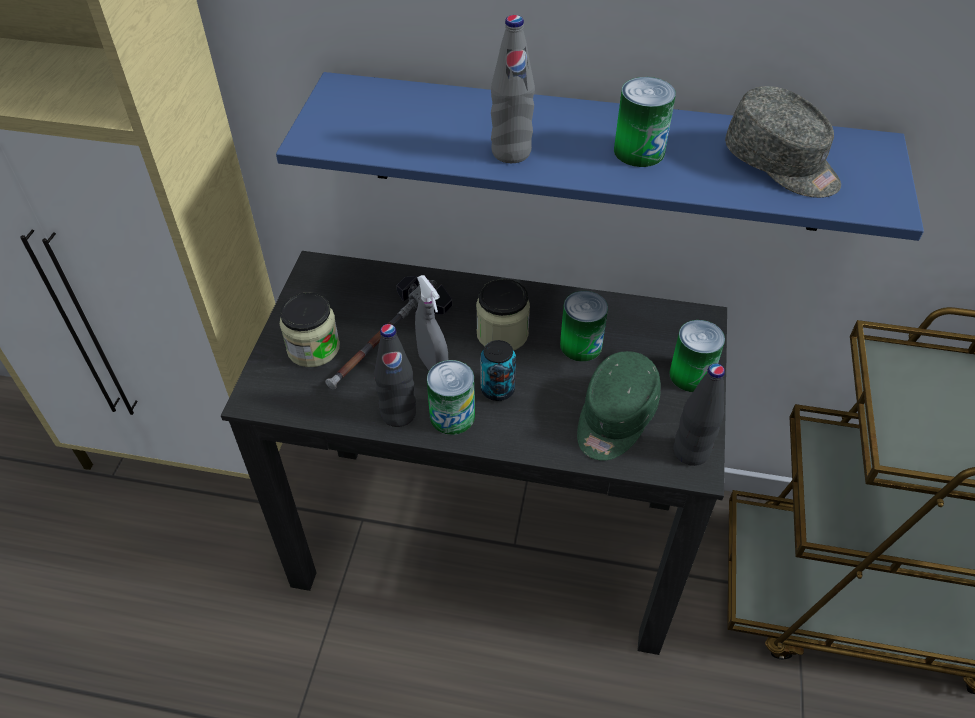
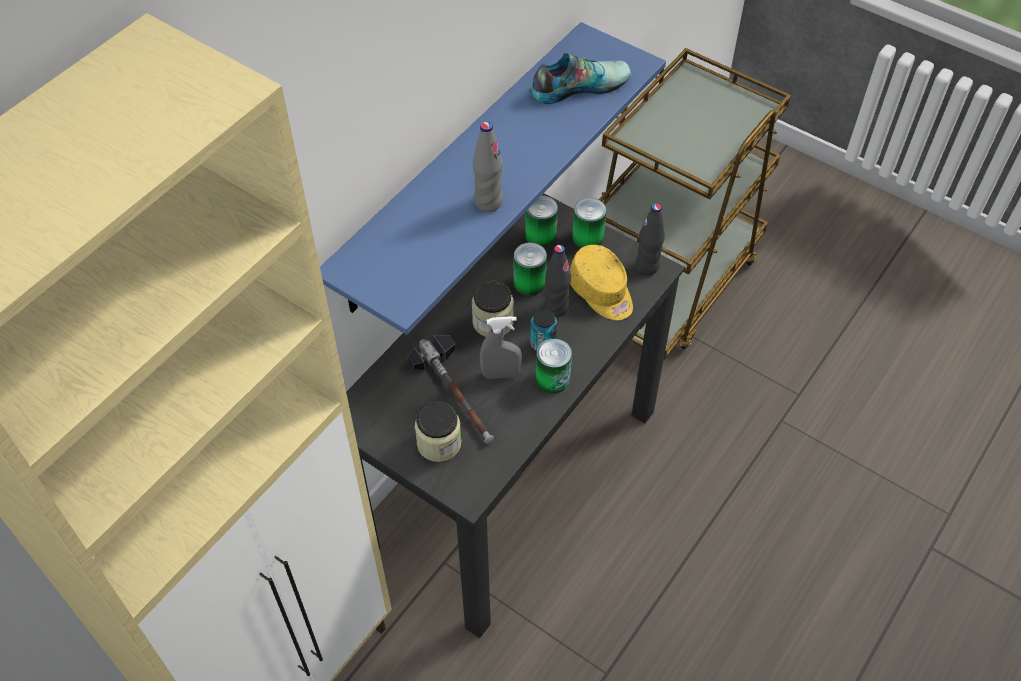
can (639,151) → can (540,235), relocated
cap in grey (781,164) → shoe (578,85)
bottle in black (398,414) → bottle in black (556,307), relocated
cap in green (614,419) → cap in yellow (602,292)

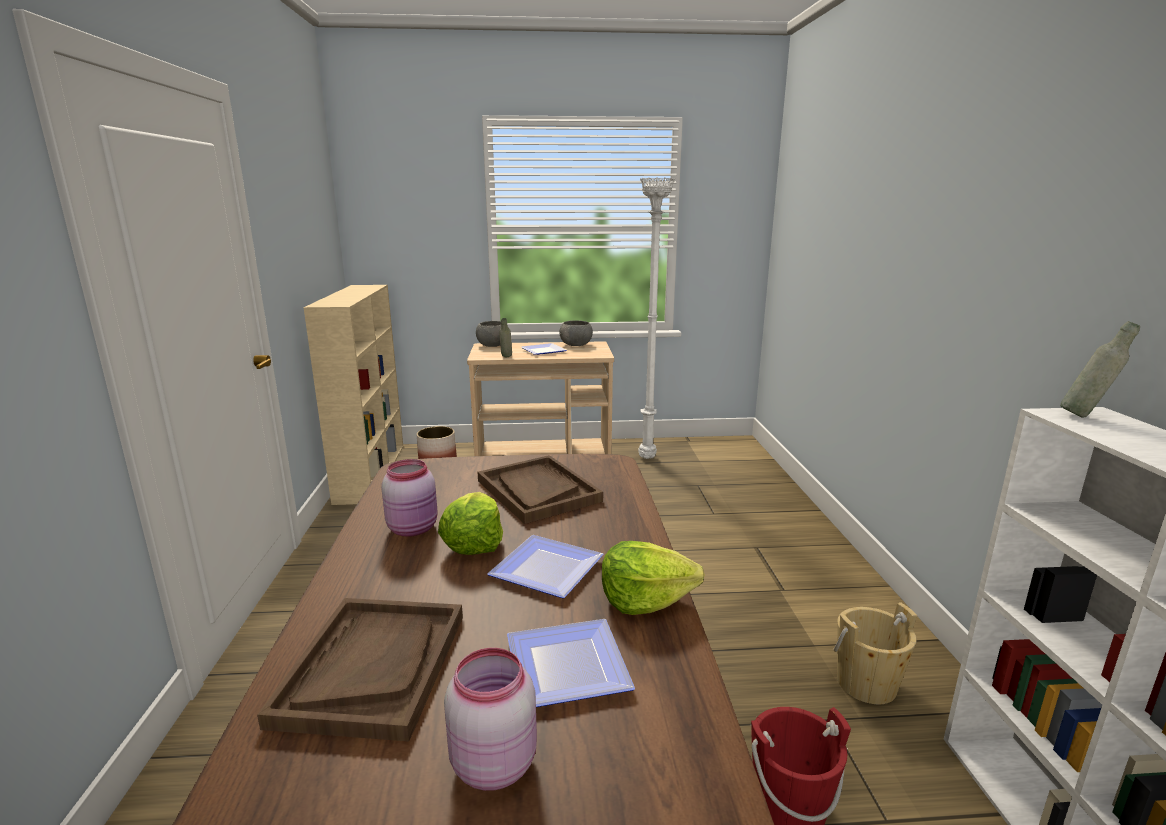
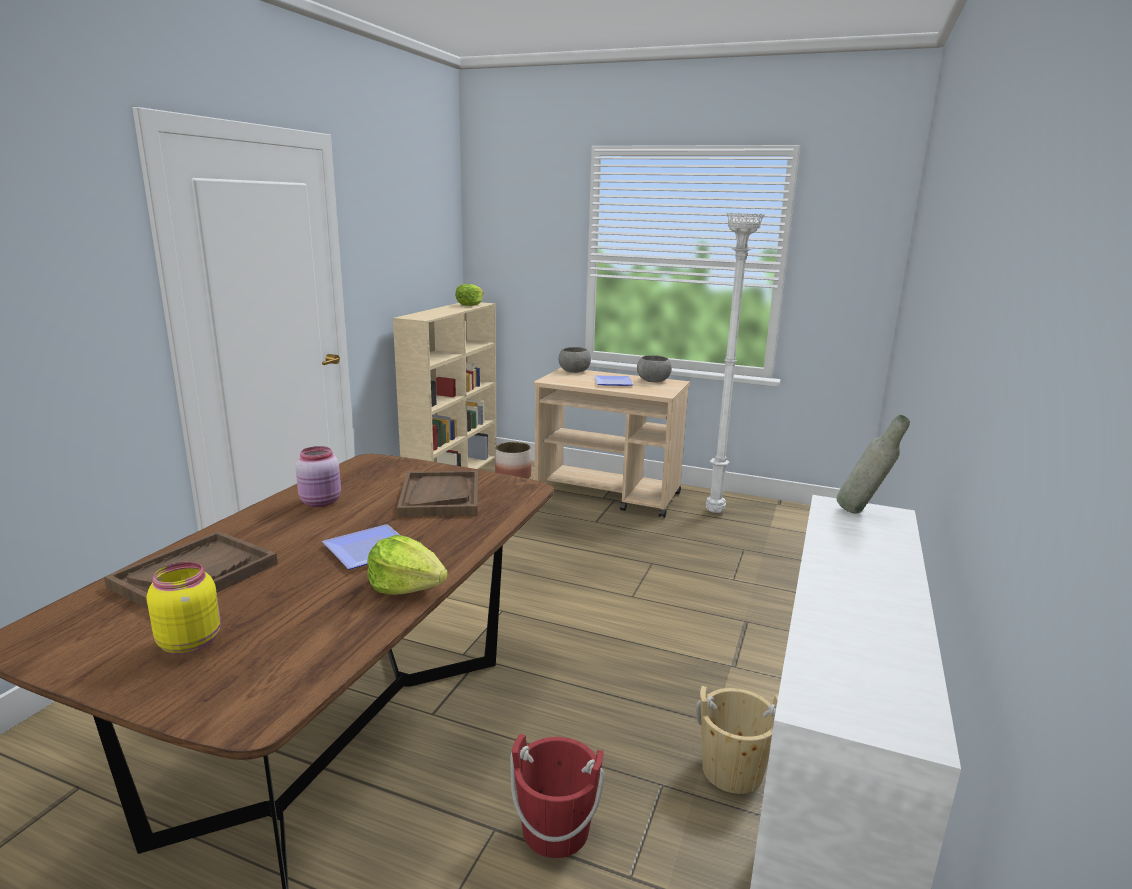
jar in pink (492,762) → jar in yellow (190,642)
lettuce (473,543) → lettuce (470,305), relocated
bottle in grey (506,357) → -
plate (572,668) → -

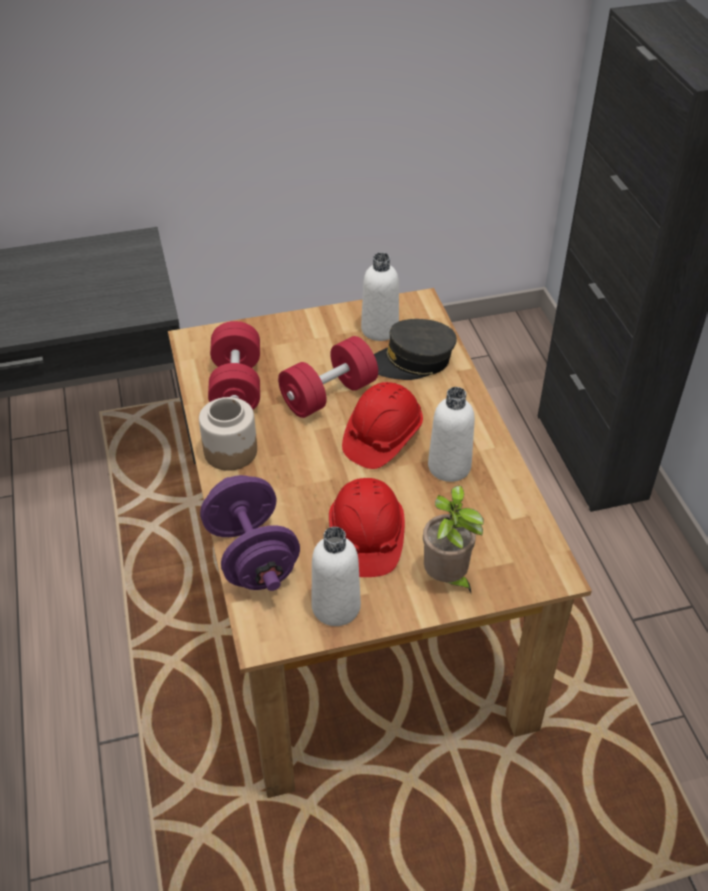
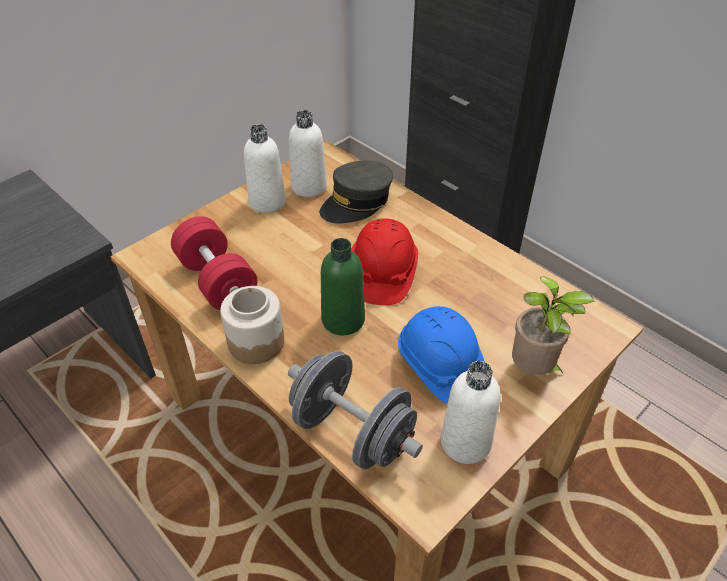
bottle in white (449,466) → bottle in white (267,202), relocated
dumbbell in purple (252,556) → dumbbell in grey (352,432)
- → bottle in green (343,320)
hard hat in red (366,539) → hard hat in blue (440,367)
dumbbell in red (328,395) → -

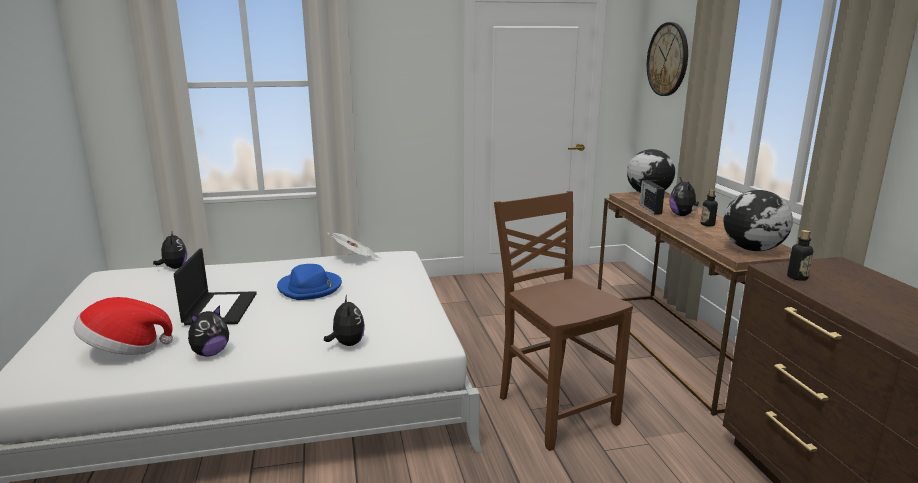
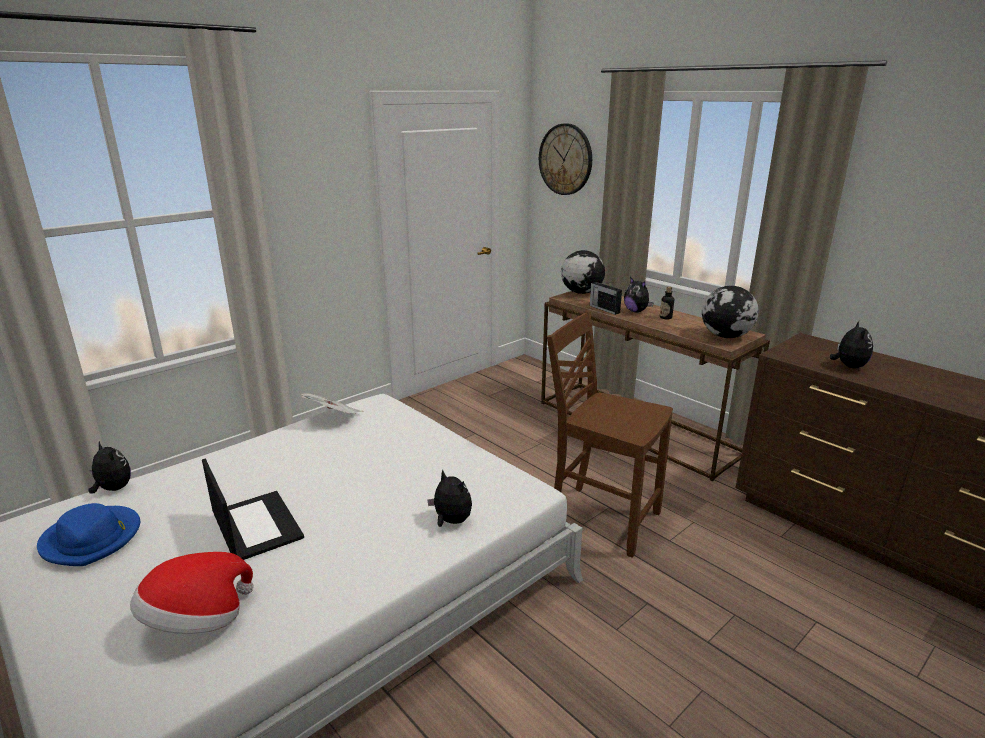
hat in blue (310,288) → hat in blue (92,539), relocated
plush toy (210,353) → plush toy (848,366), relocated
bottle (797,277) → -

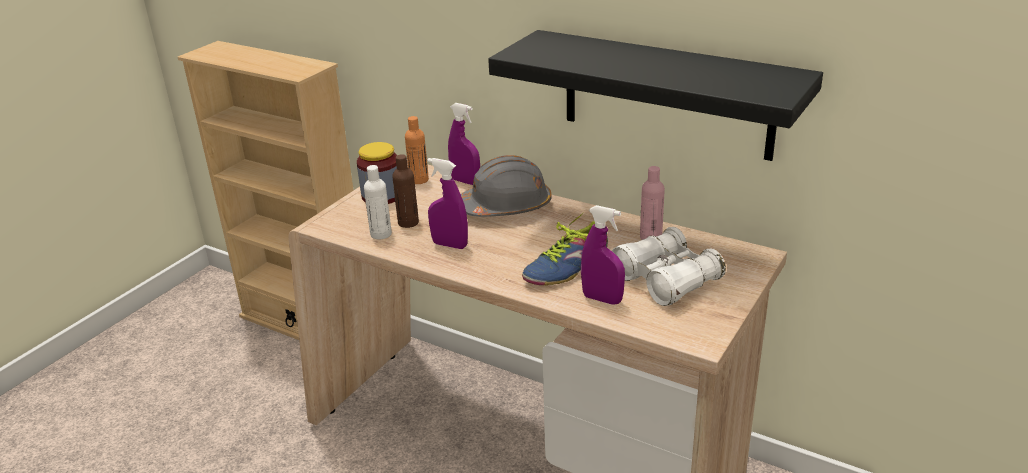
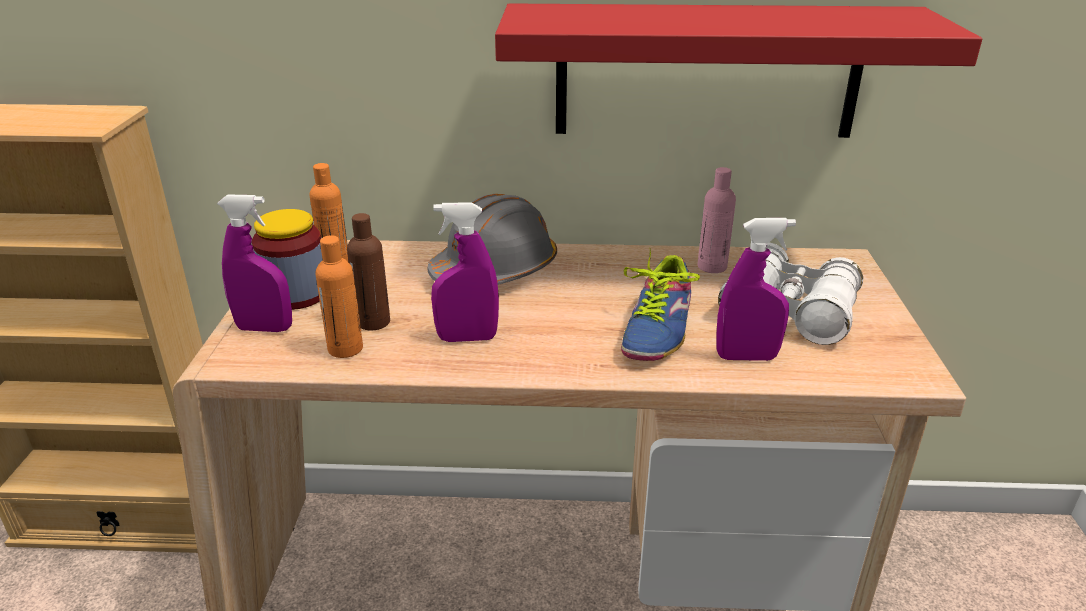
spray bottle in purple (465,181) → spray bottle in purple (265,328), relocated
bottle in white (381,234) → bottle in orange (345,349)
shelf in black (667,94) → shelf in red (707,72)

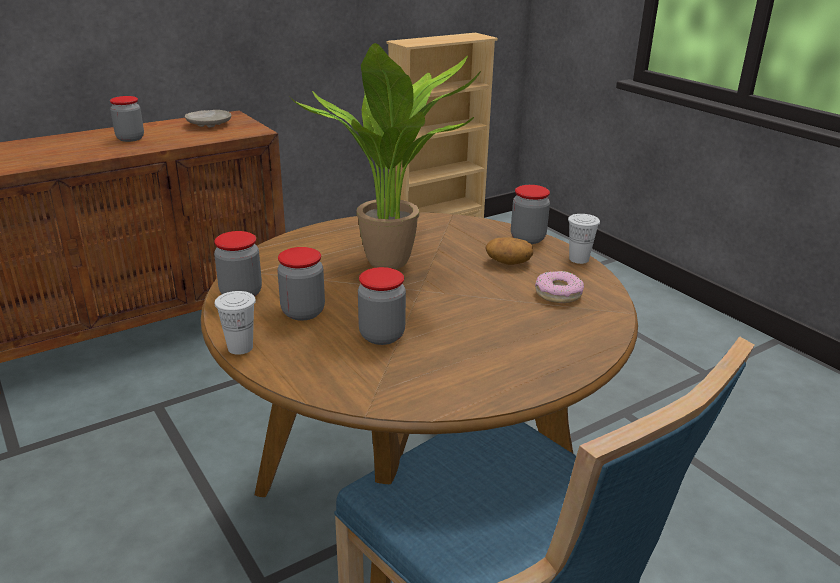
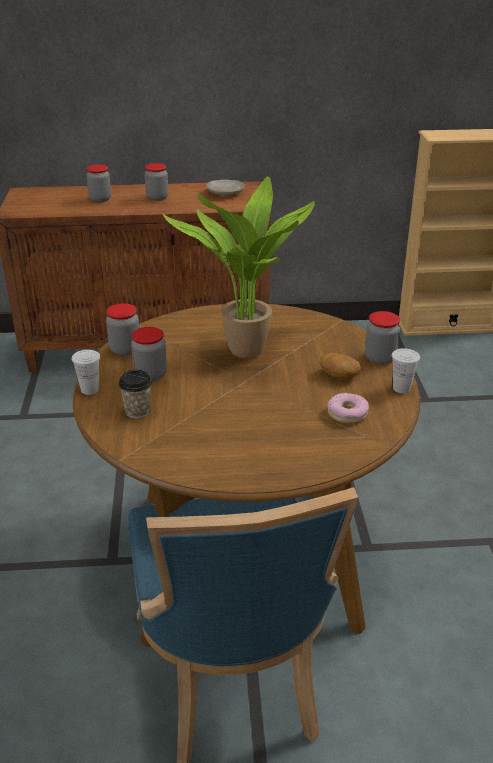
jar (382,335) → jar (100,199), relocated
- → cup (137,411)

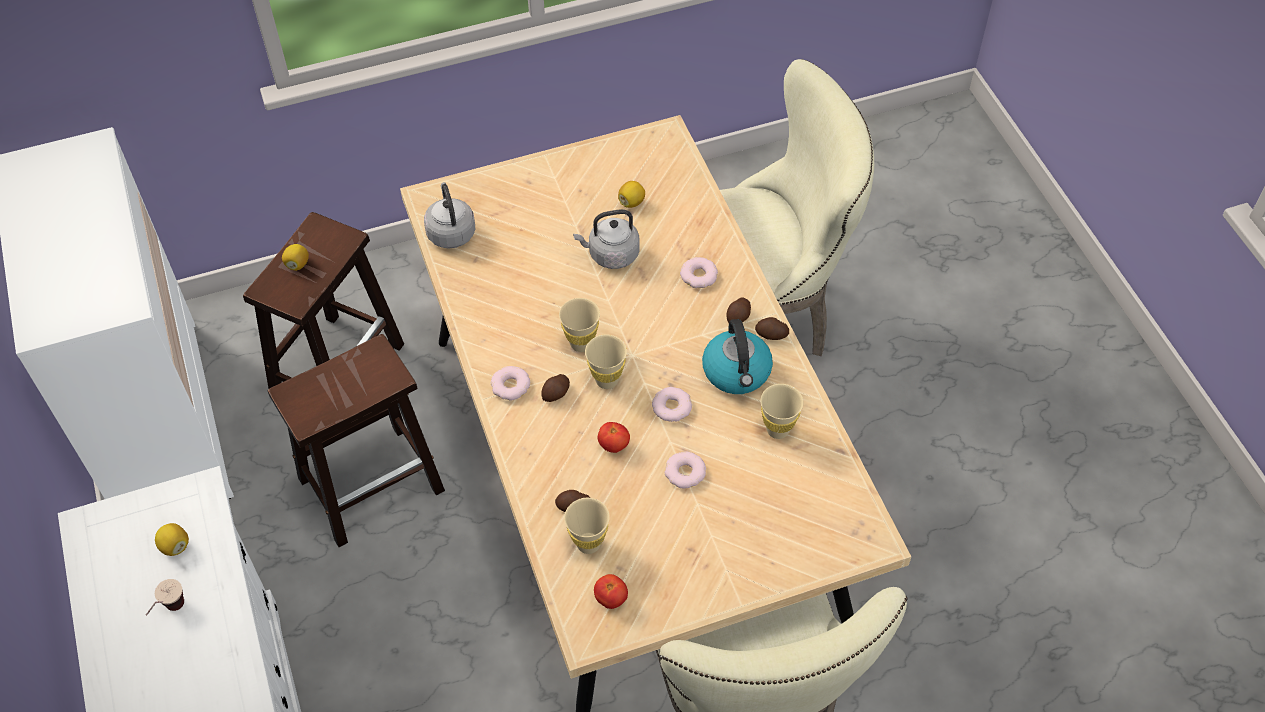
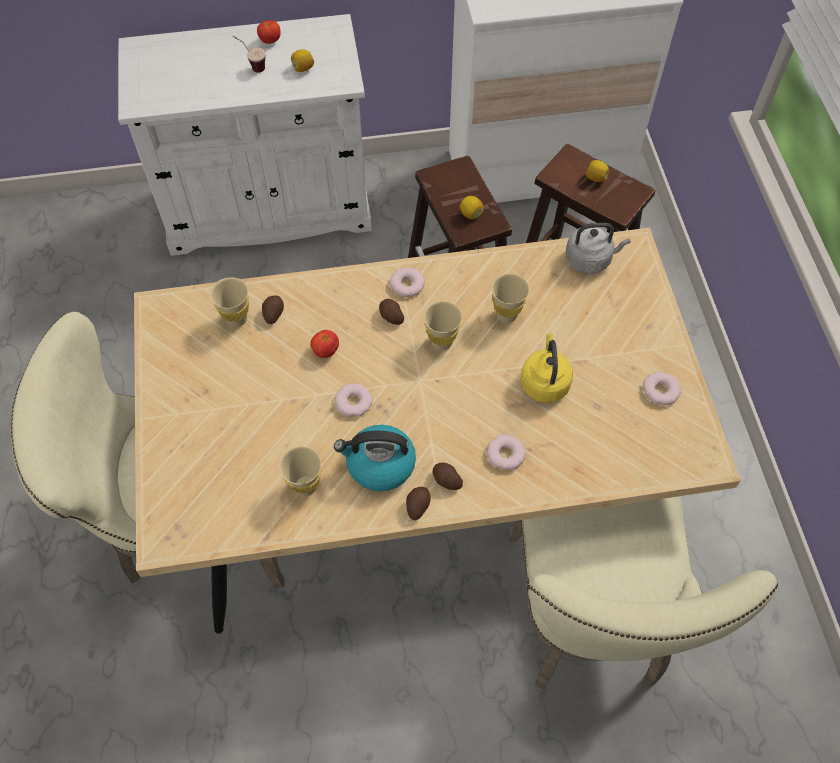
tomato (611,598) → tomato (270,41), relocated
lemon (631,202) → lemon (470,214), relocated
cup in beige (607,380) → cup in beige (506,315), relocated
kettle in grey (611,254) → kettle in yellow (544,382)
donut (685,472) → donut (660,391), relocated

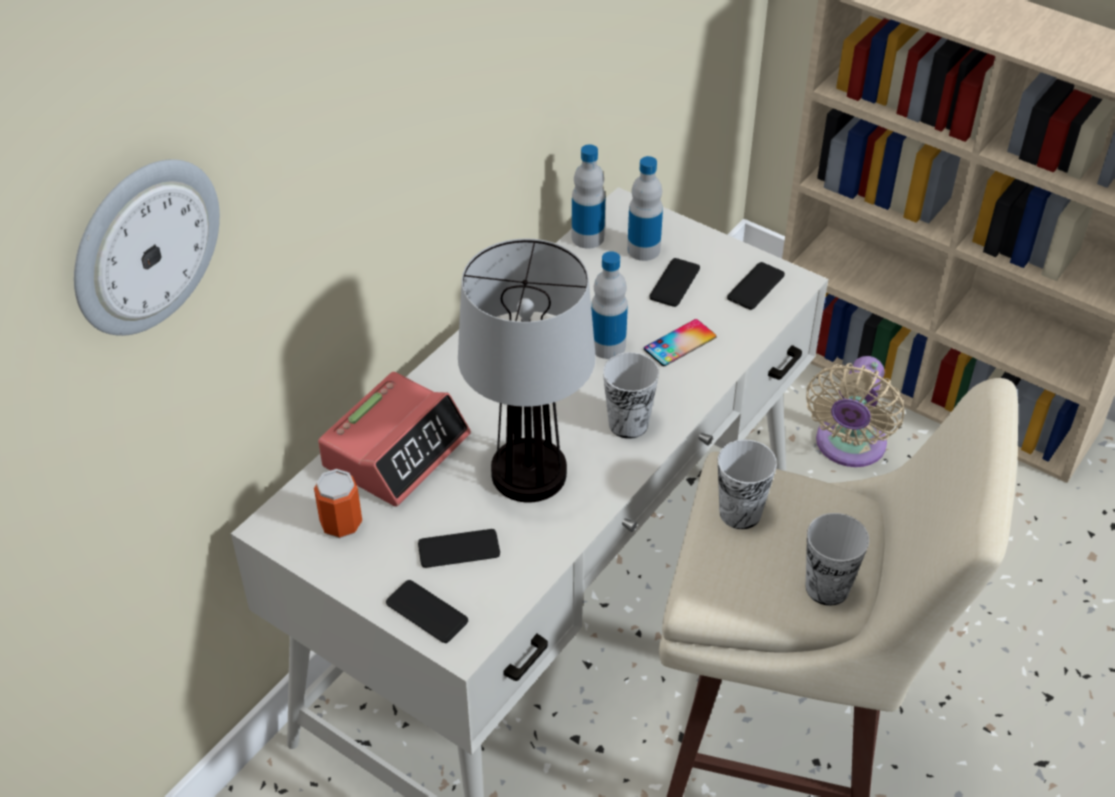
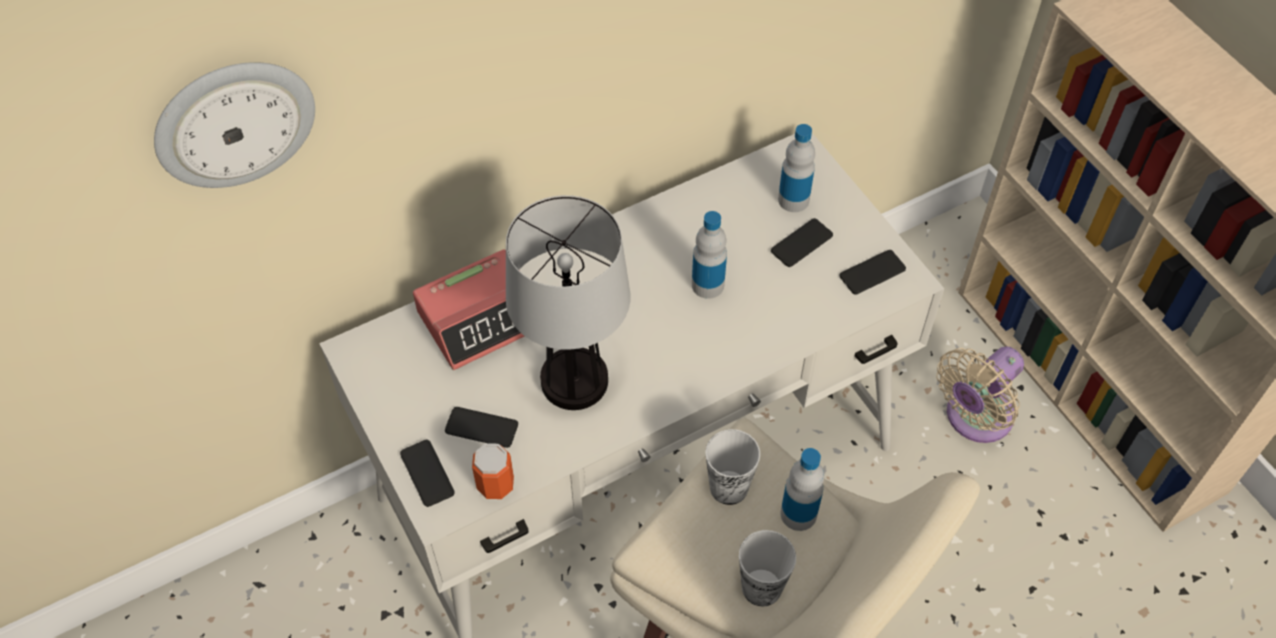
can (341,524) → can (495,484), relocated
bottle (587,237) → bottle (798,514), relocated
cup (628,424) → -
phone (680,343) → -

